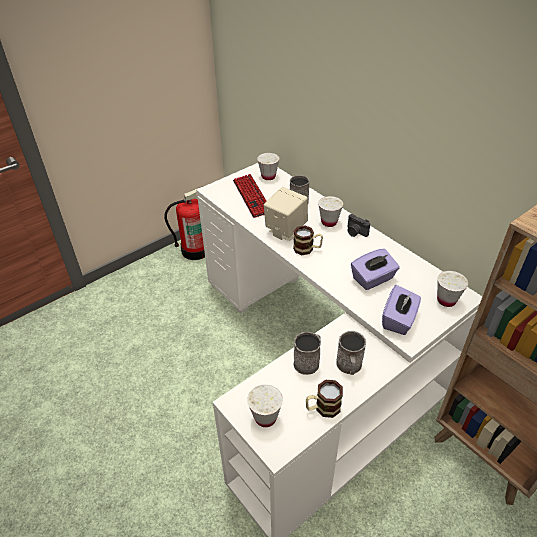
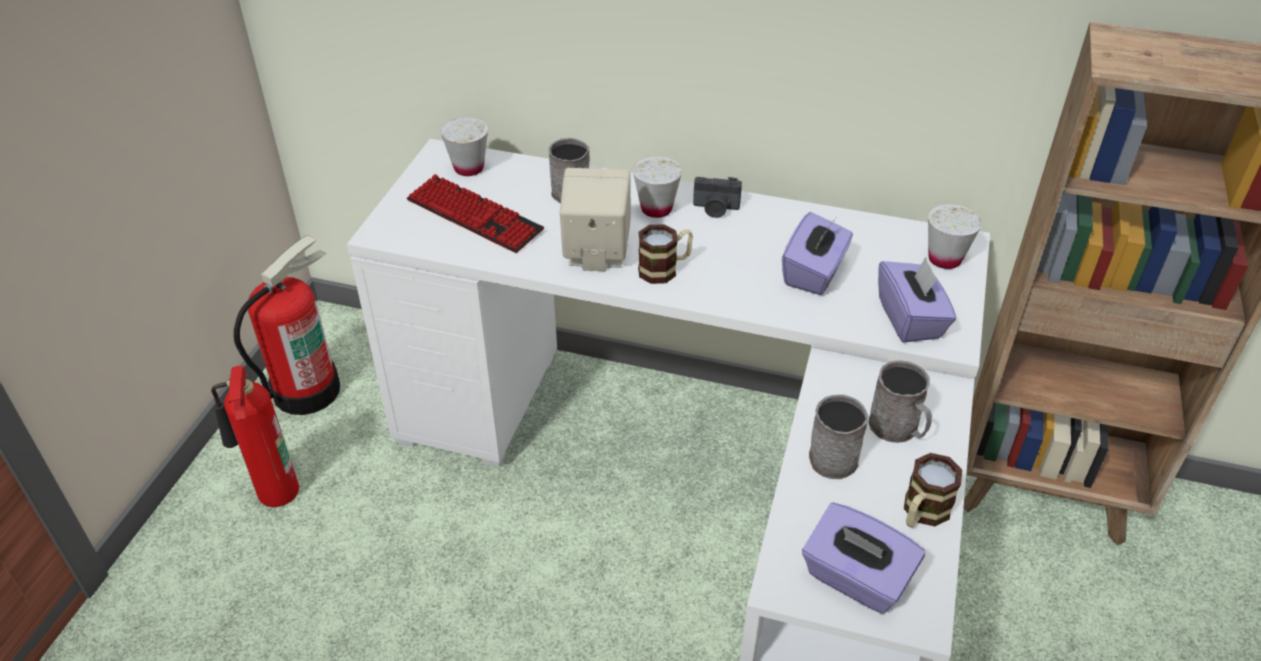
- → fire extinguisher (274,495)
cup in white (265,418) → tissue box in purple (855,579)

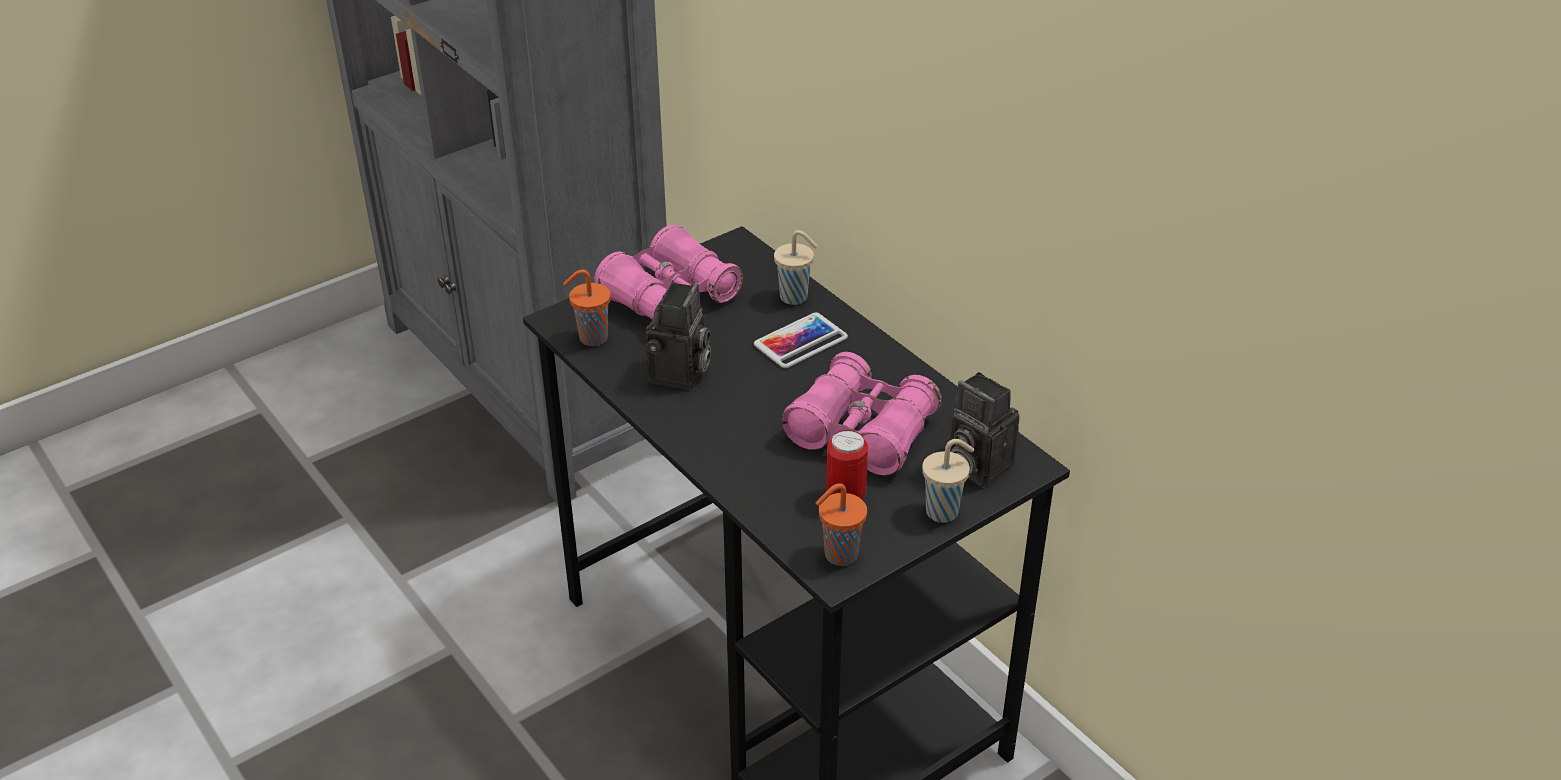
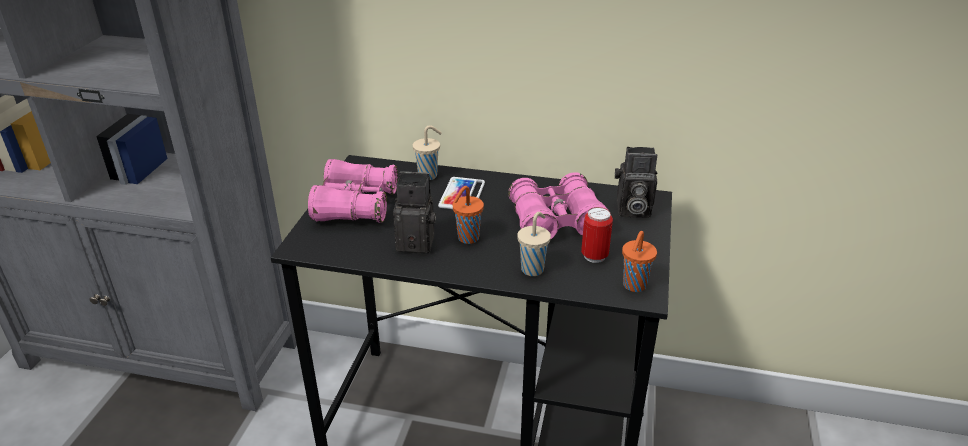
photo camera (680,375) → photo camera (418,242), 60 degrees counterclockwise
cup in orange (591,338) → cup in orange (467,238), relocated
cup in beige (944,512) → cup in beige (533,269), relocated

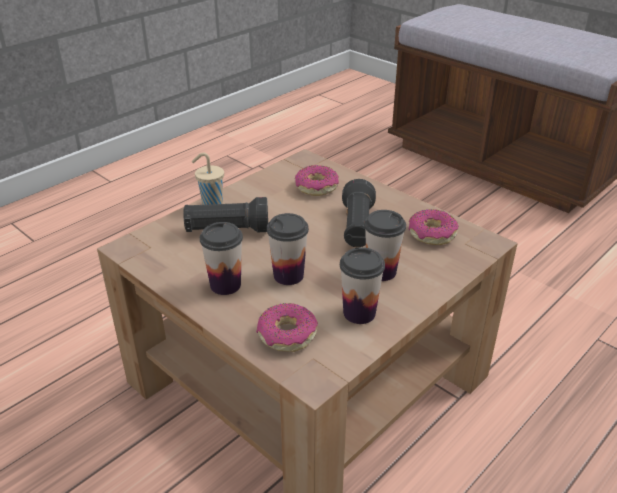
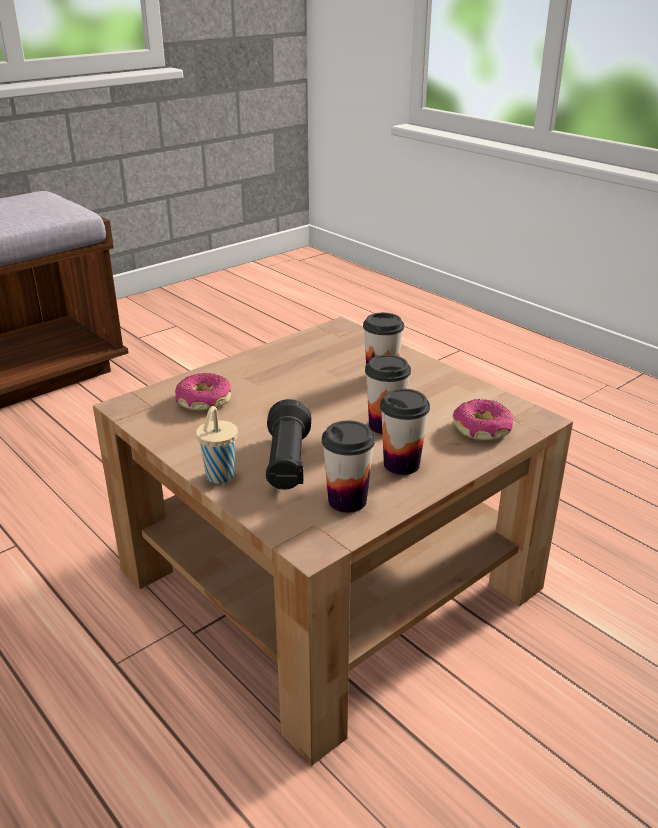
cup (359,313) → cup (347,501), relocated
flashlight in black (357,228) → -
donut (431,234) → -

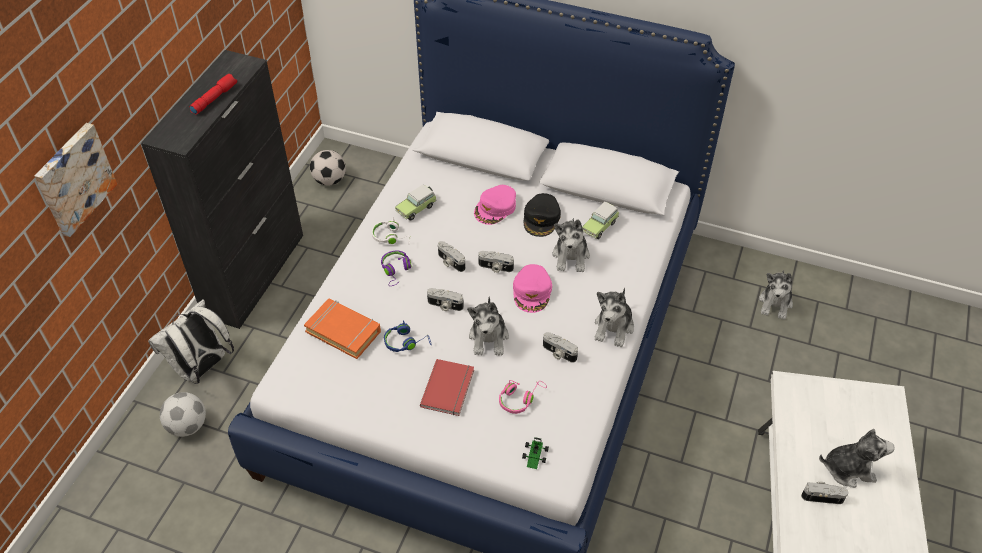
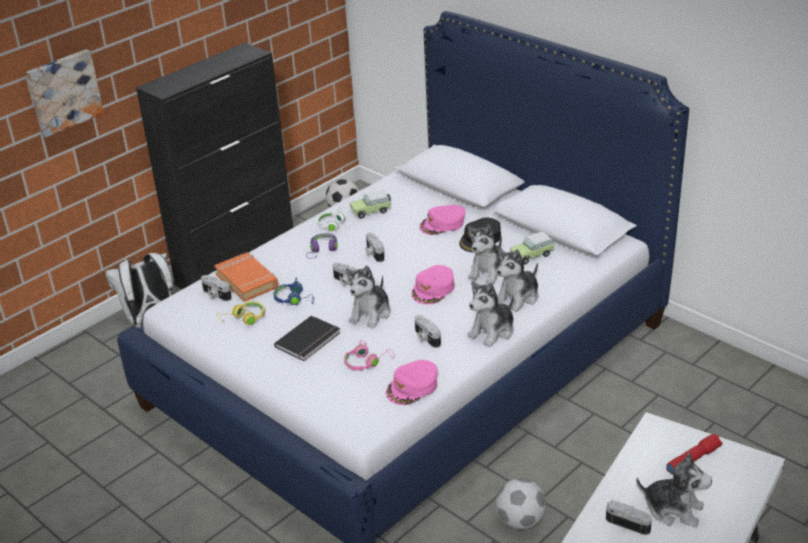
photo camera (495,267) → photo camera (215,295), relocated
- → headphones in yellow (244,318)
book in red (449,388) → book in black (309,340)
- → cap in pink (412,387)
football (188,426) → football (520,521), relocated
plush toy (775,303) → plush toy (518,297), relocated
flashlight in red (214,98) → flashlight in red (693,459), relocated
toy car (534,456) → -

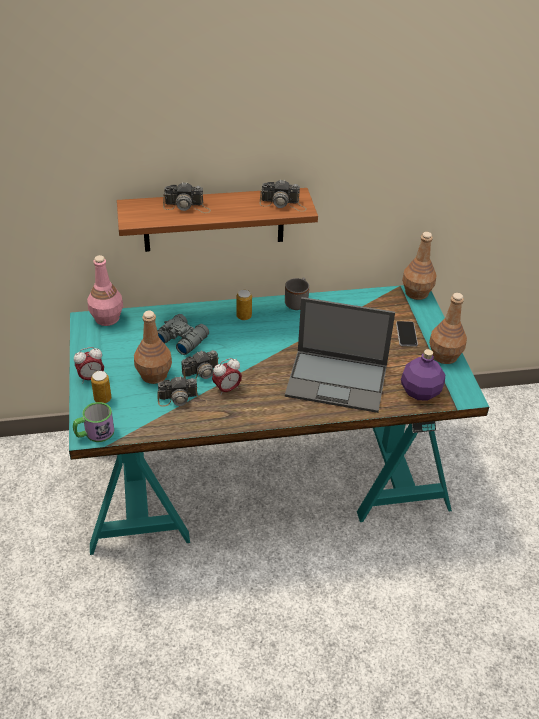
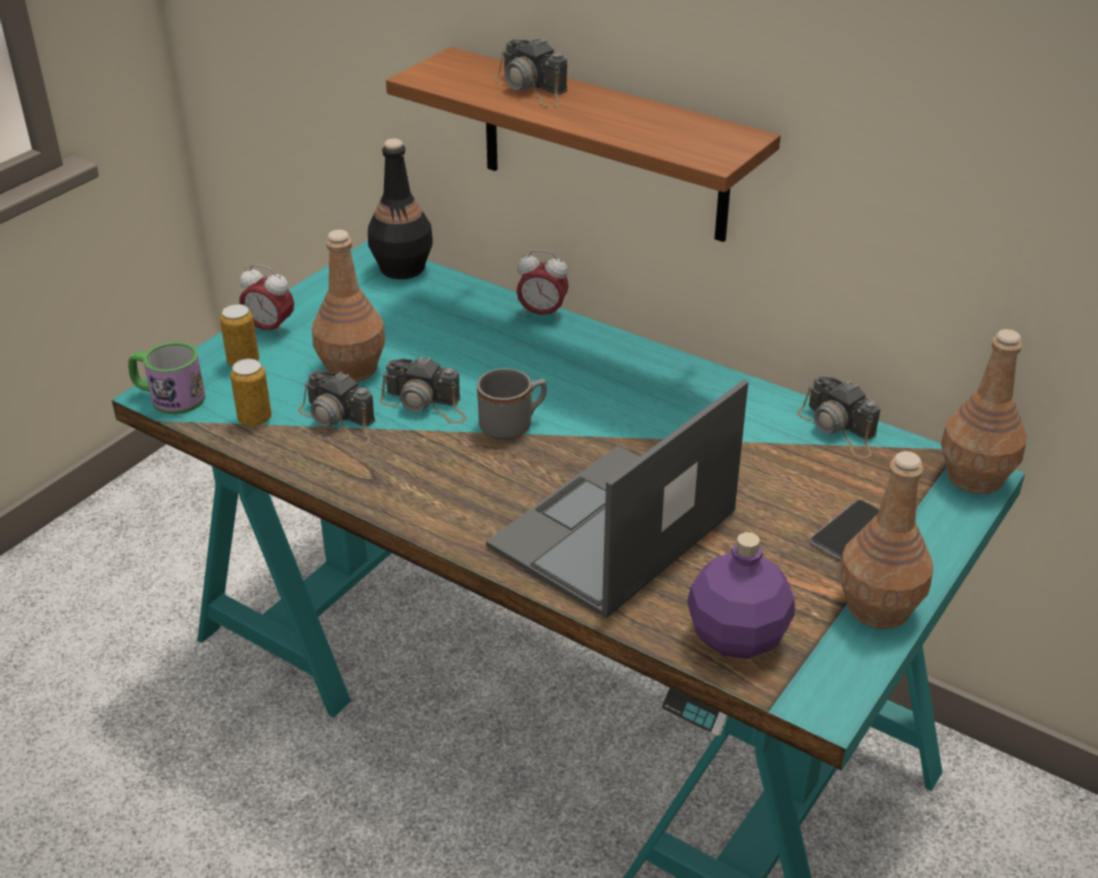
can (244,316) → can (255,419), relocated
bottle in pink (107,318) → bottle in black (401,268)
mug in grey (297,302) → mug in grey (513,425), relocated
laptop (338,381) → laptop (611,531), 75 degrees clockwise
alarm clock (227,389) → alarm clock (542,314), relocated
photo camera (283,204) → photo camera (839,429), relocated
binoculars in grey (182,339) → -

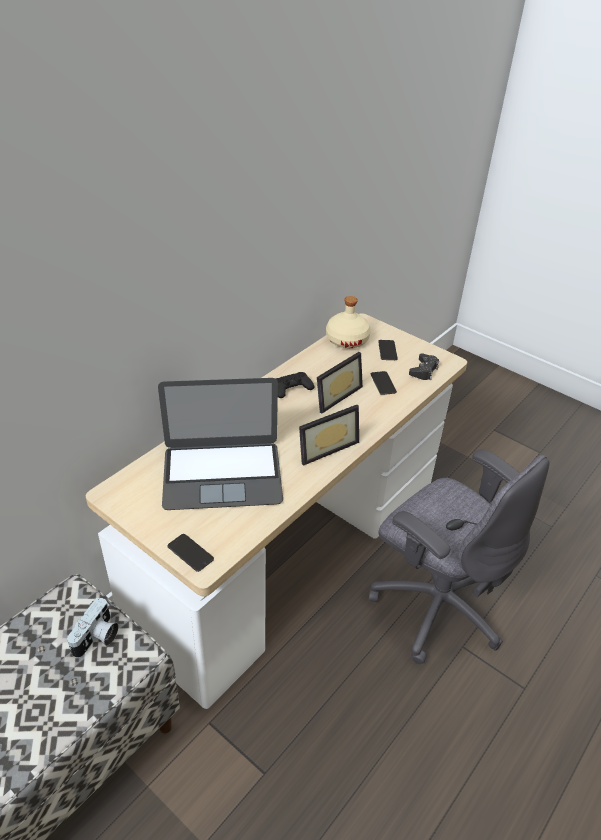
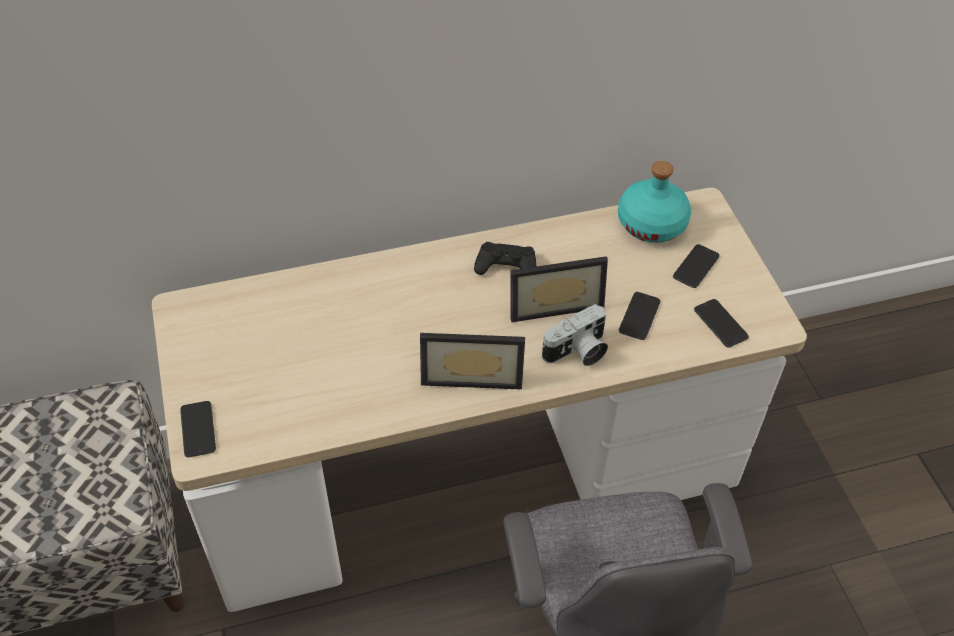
photo camera (97,638) → photo camera (577,352), relocated
bottle in beige (347,339) → bottle in turquoise (652,223)
game controller in black (424,370) → phone (720,324)
laptop (222,475) → -

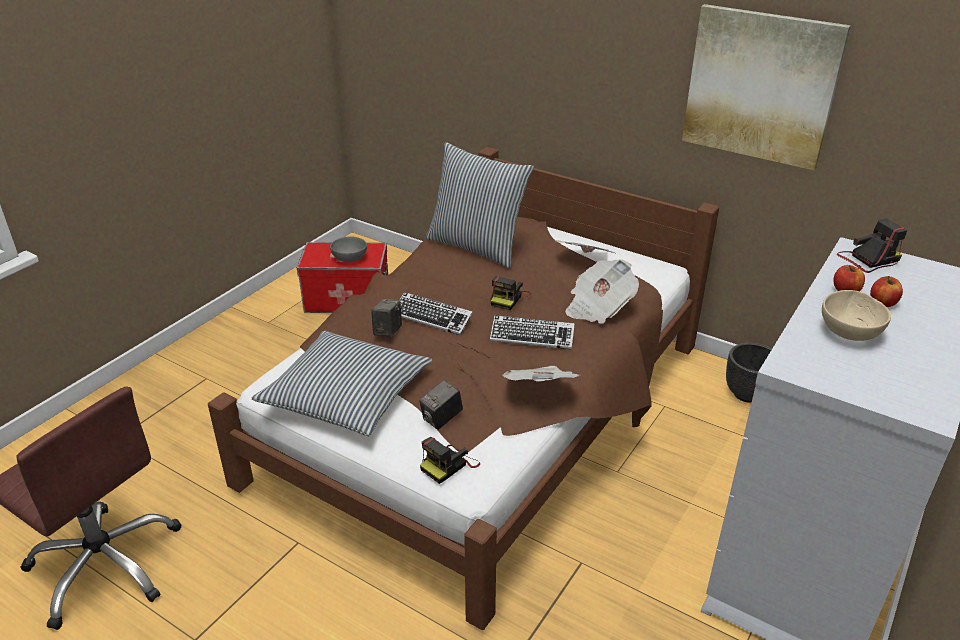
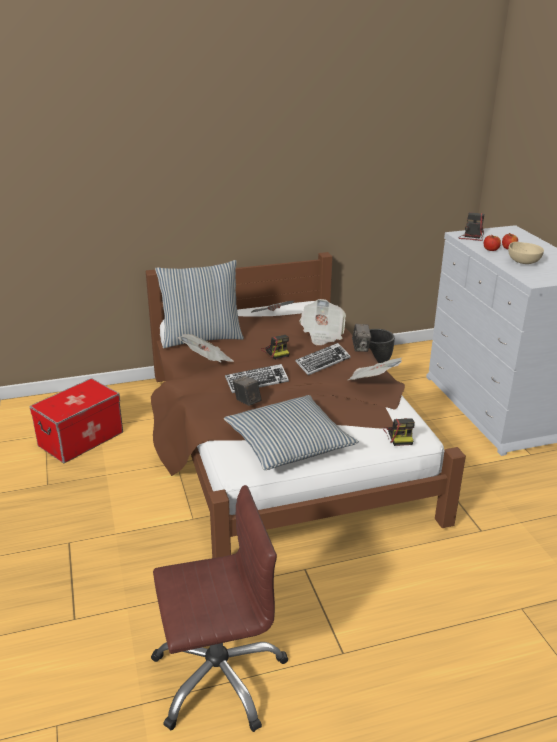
- → newspaper (207,361)
photo camera (442,419) → photo camera (360,348), relocated
bowl in grey (348,259) → -
picture (760,86) → -

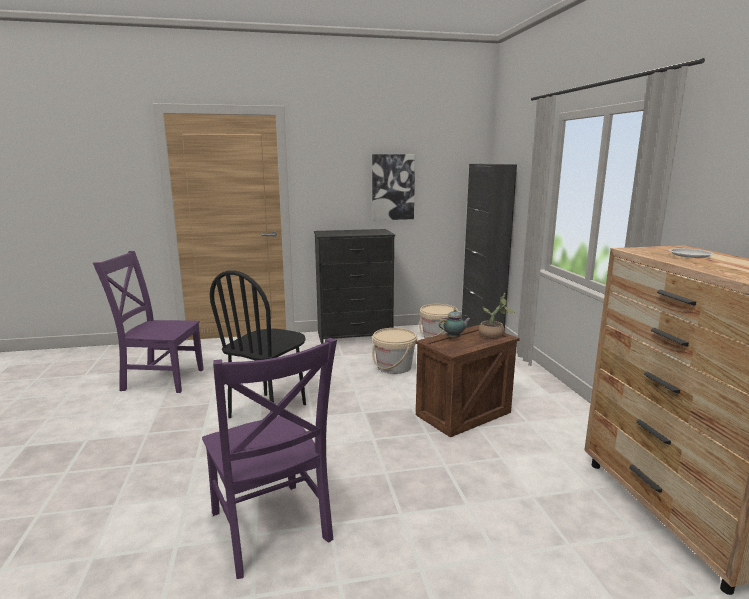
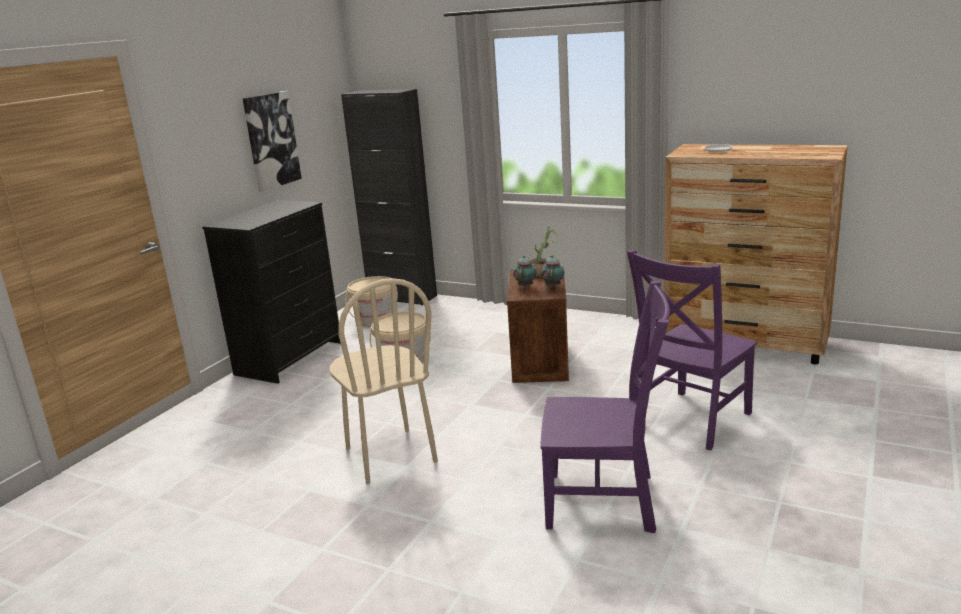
chair in black (268,411) → chair in beige (389,455)
- → teapot (553,286)
chair in purple (160,379) → chair in purple (690,421), relocated

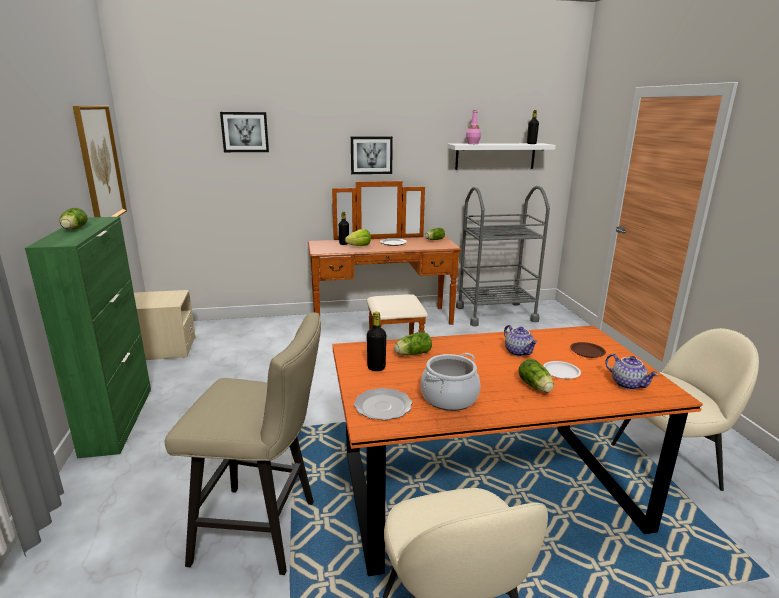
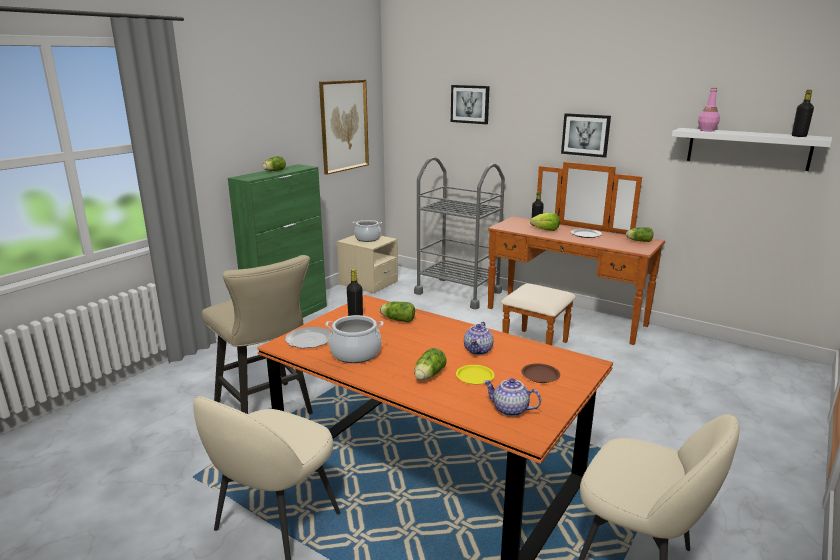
- → cooking pot (367,239)
cart in grey (495,314) → cart in grey (458,292), relocated
plate in white (560,372) → plate in yellow (474,377)
teapot (628,384) → teapot (510,410), 105 degrees clockwise

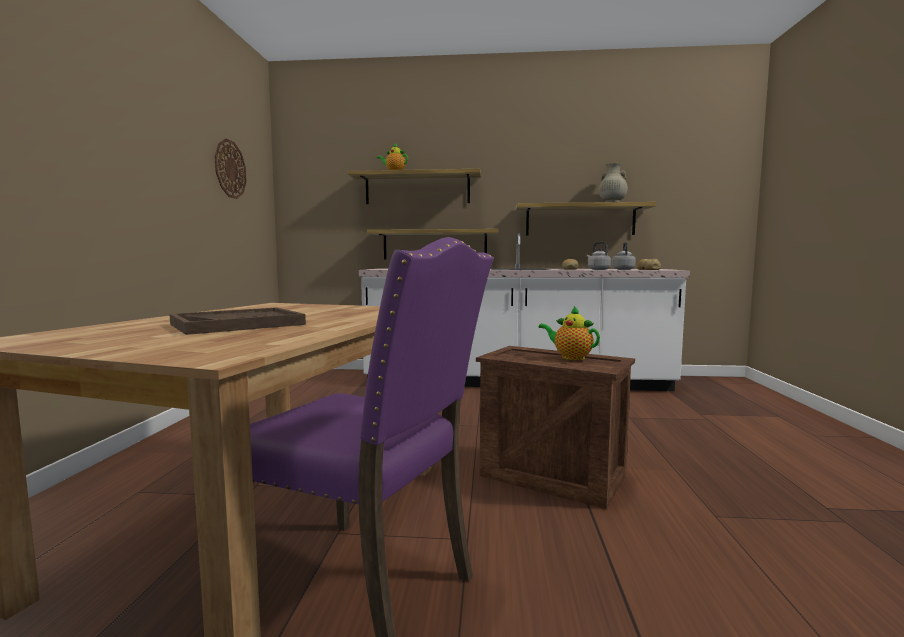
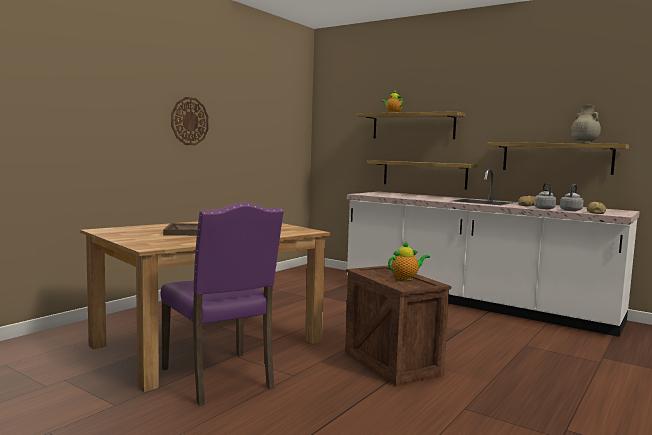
wall clock (230,169) → wall clock (189,121), relocated
teapot (570,357) → teapot (406,278), 90 degrees clockwise

